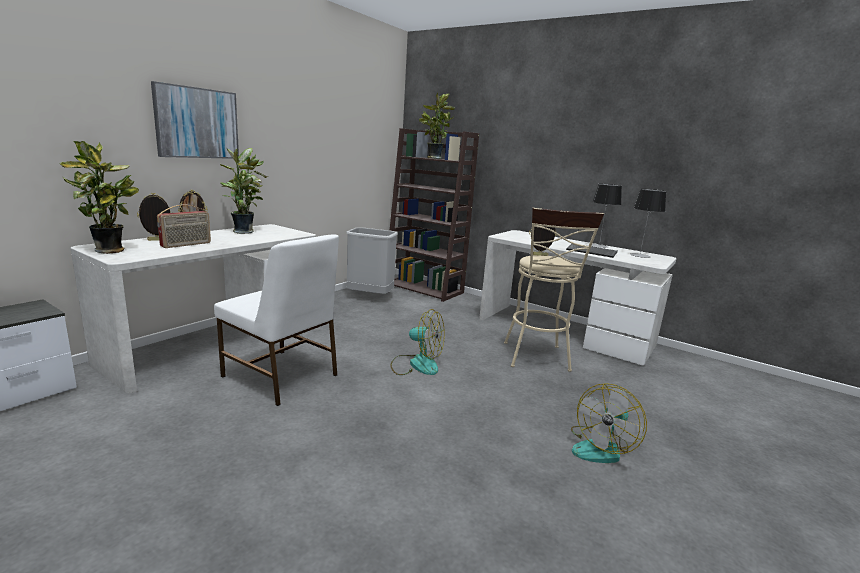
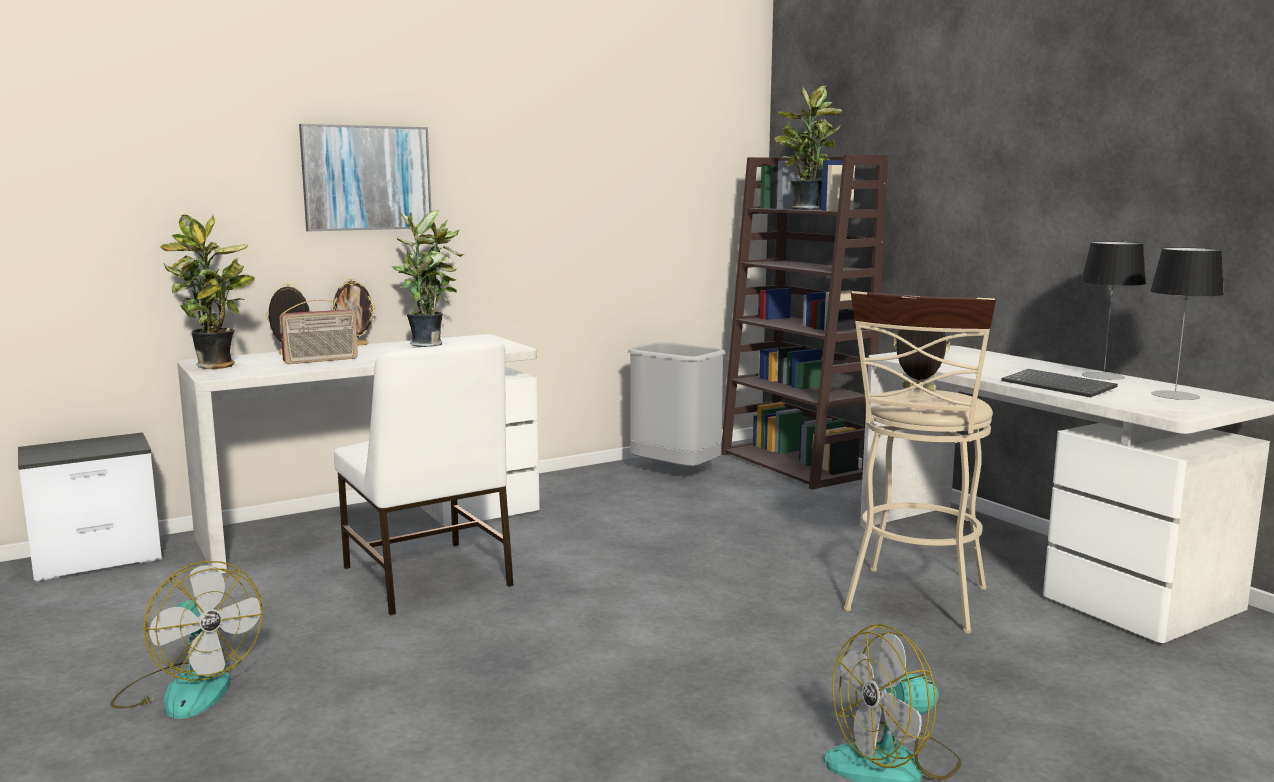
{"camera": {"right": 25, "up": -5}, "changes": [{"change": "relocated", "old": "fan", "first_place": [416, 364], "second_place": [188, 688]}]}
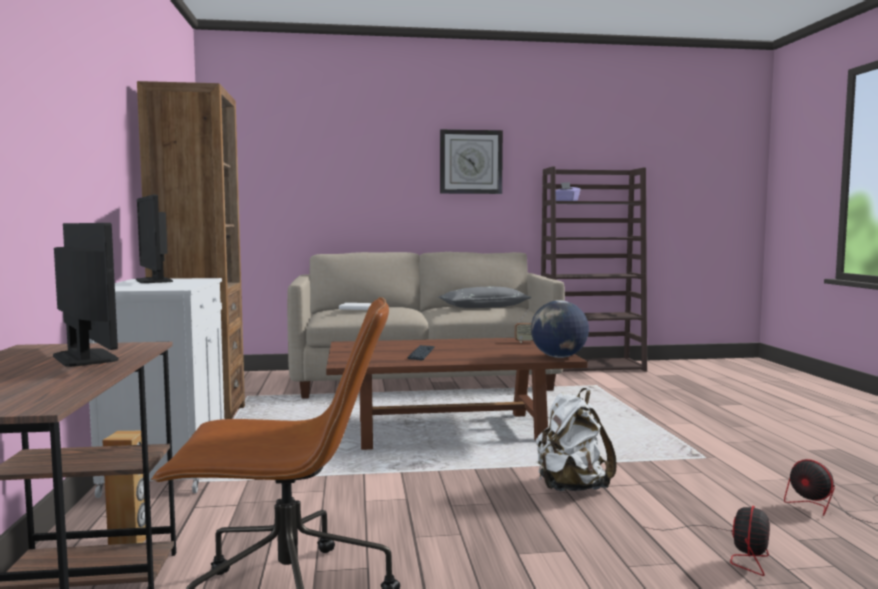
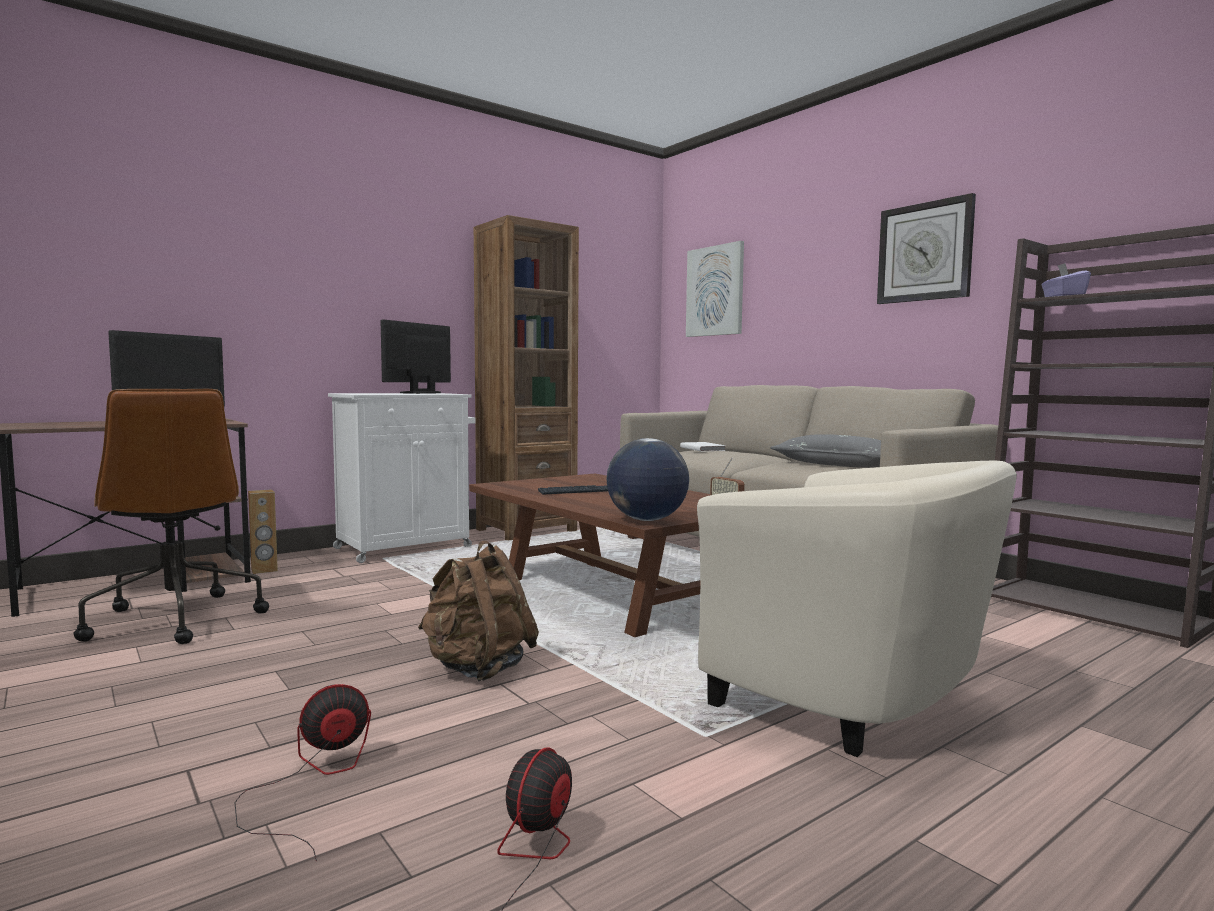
{"camera": {"right": 60, "up": 0}, "changes": [{"change": "spun", "old": "fan", "first_place": [731, 551], "second_place": [314, 779], "degrees": 150}, {"change": "colour", "old": "white backpack", "new": "brown backpack", "first_place": [570, 488], "second_place": [478, 669]}, {"change": "appeared", "new": "picture", "second_place": [715, 291]}, {"change": "appeared", "new": "beige armchair", "second_place": [854, 701]}]}
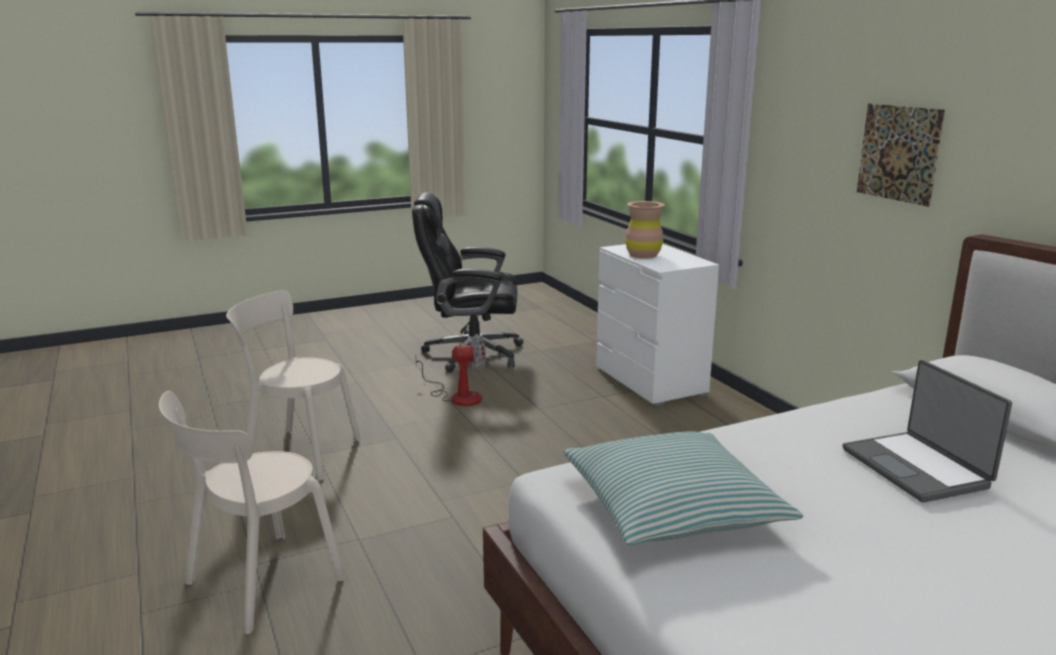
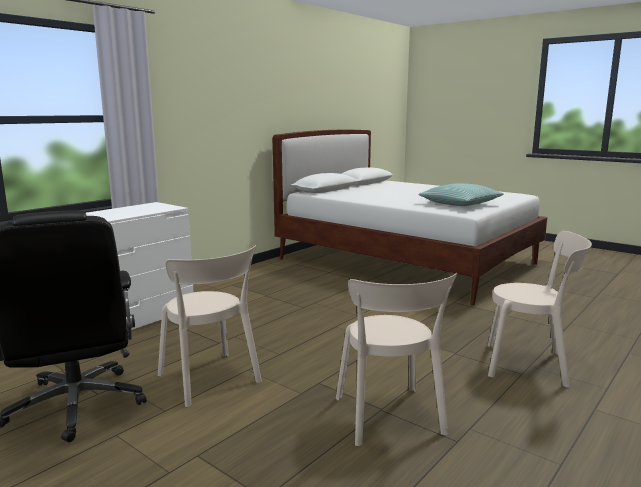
{"camera": {"right": -115, "up": -5}, "changes": [{"change": "exchanged", "old": "fan", "new": "beige chair", "first_place": [458, 396], "second_place": [211, 380]}, {"change": "missing", "old": "brown vase", "first_place": [643, 255]}, {"change": "missing", "old": "laptop", "first_place": [917, 468]}, {"change": "missing", "old": "picture", "first_place": [898, 153]}]}
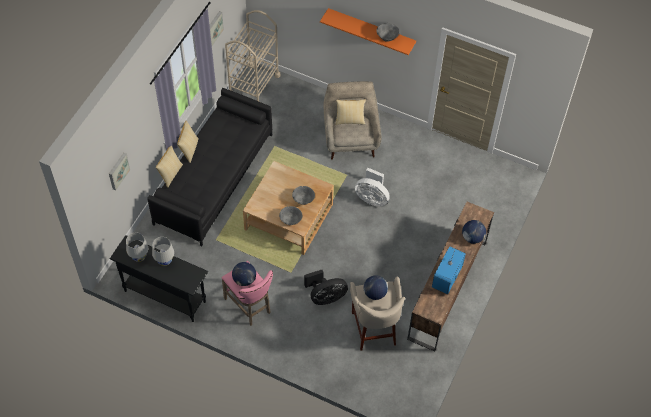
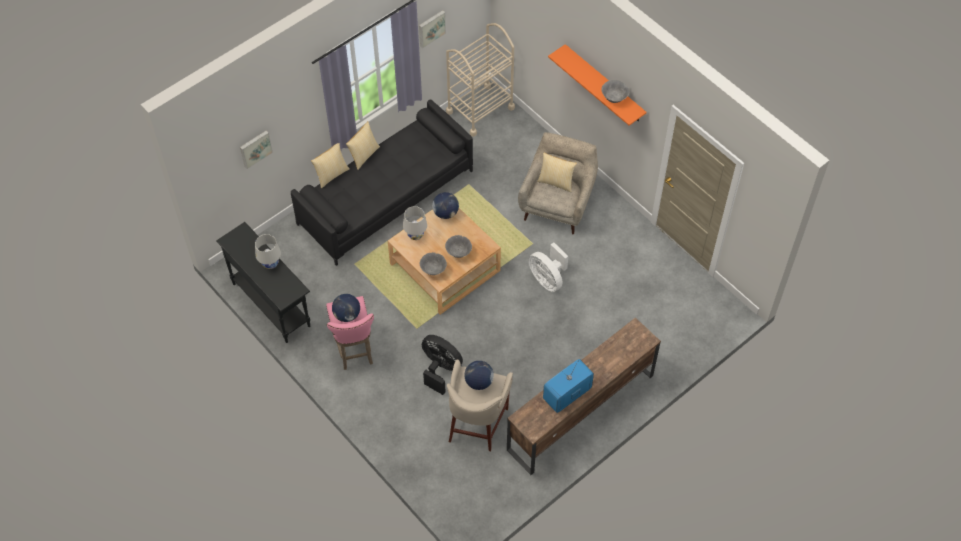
{"camera": {"right": 25, "up": 0}, "changes": [{"change": "relocated", "old": "white table lamp", "first_place": [139, 257], "second_place": [415, 235]}, {"change": "spun", "old": "black fan", "first_place": [325, 297], "second_place": [440, 369], "degrees": -150}, {"change": "relocated", "old": "globe", "first_place": [472, 237], "second_place": [445, 213]}]}
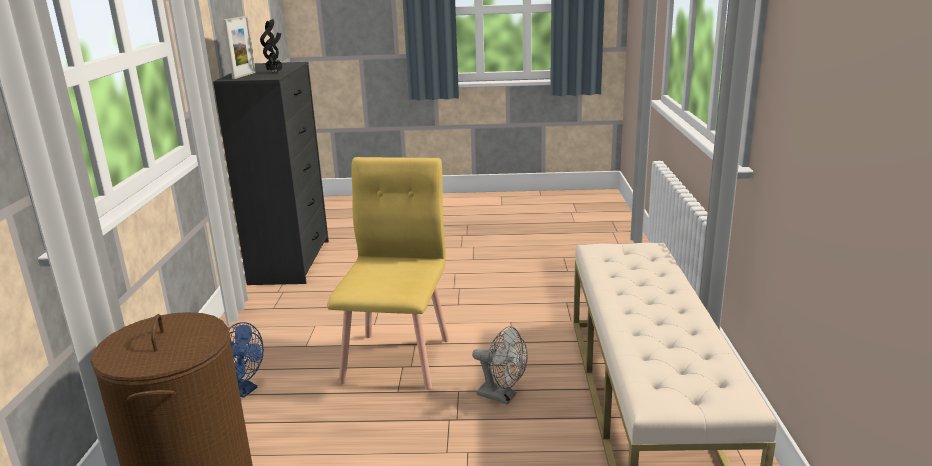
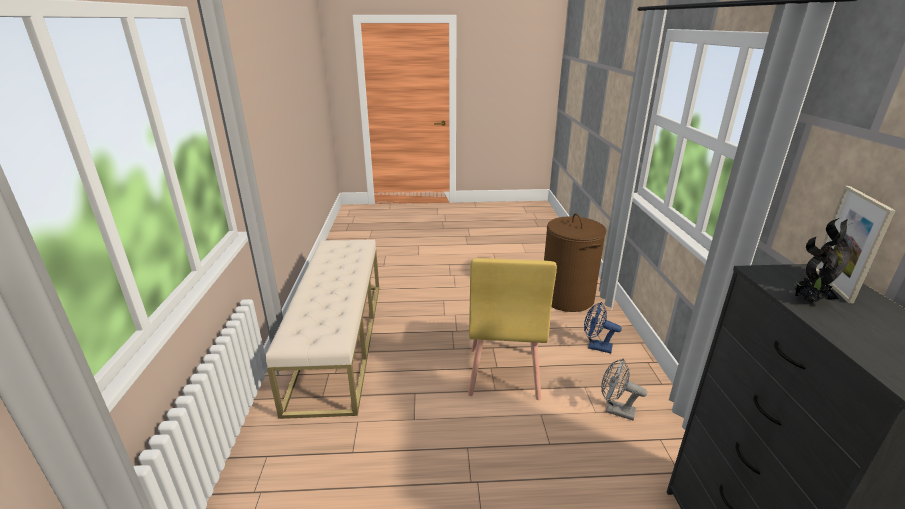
{"camera": {"right": 175, "up": 5}, "changes": [{"change": "relocated", "old": "grey fan", "first_place": [502, 396], "second_place": [615, 410]}]}
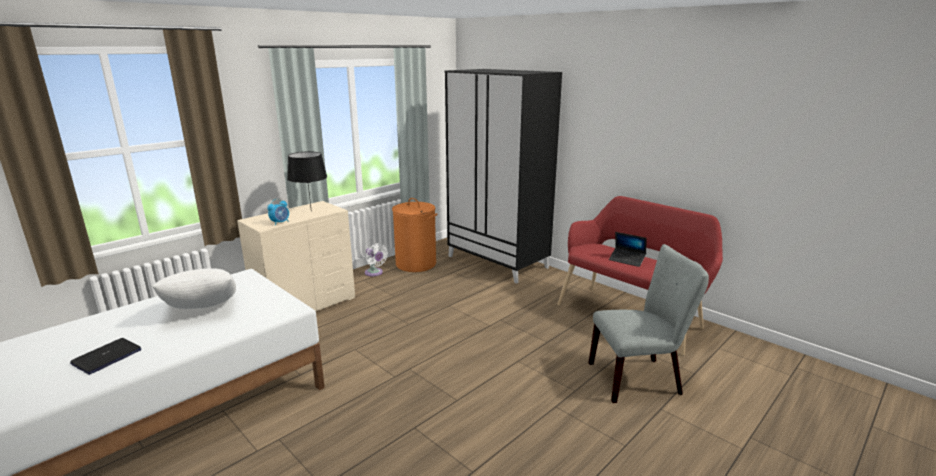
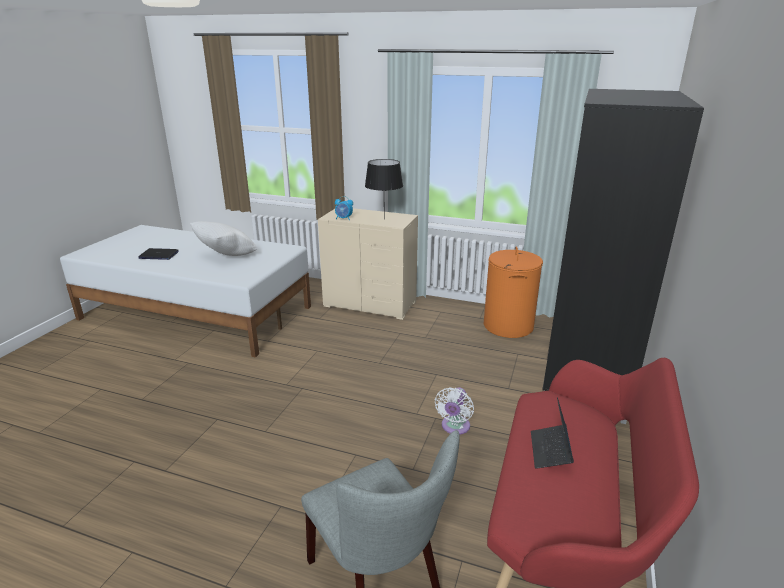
{"camera": {"right": 65, "up": 5}, "changes": [{"change": "relocated", "old": "white fan", "first_place": [375, 273], "second_place": [454, 427]}]}
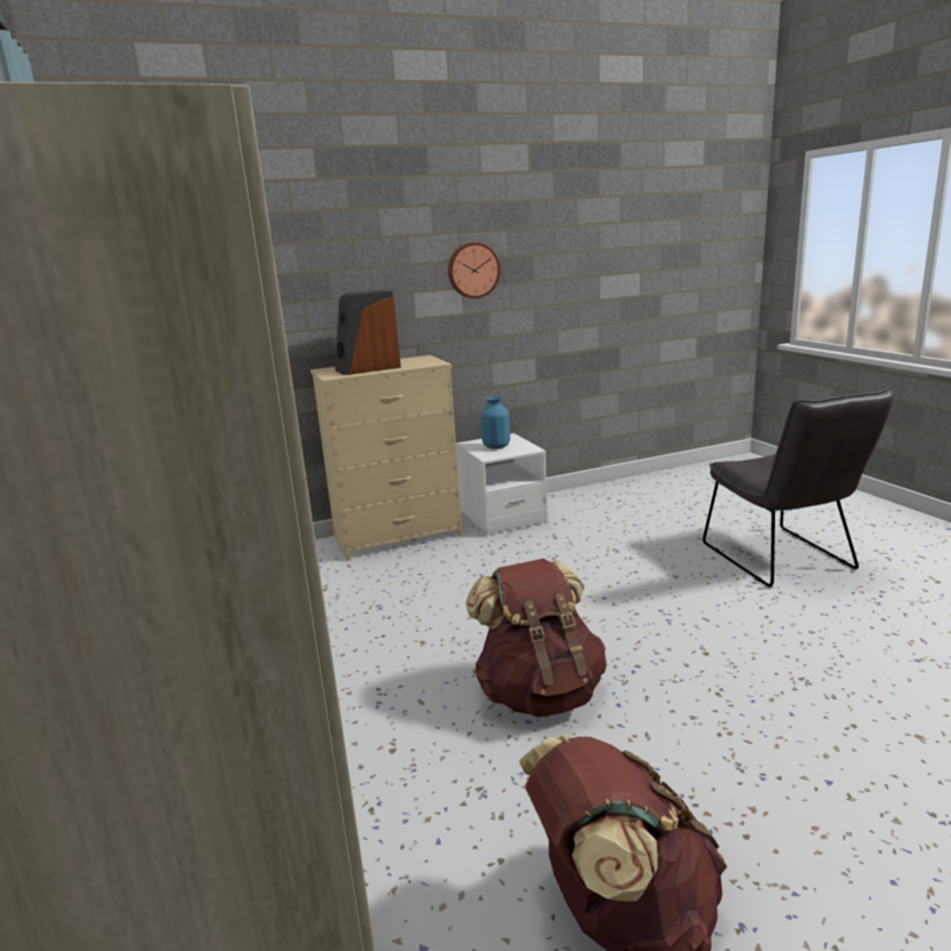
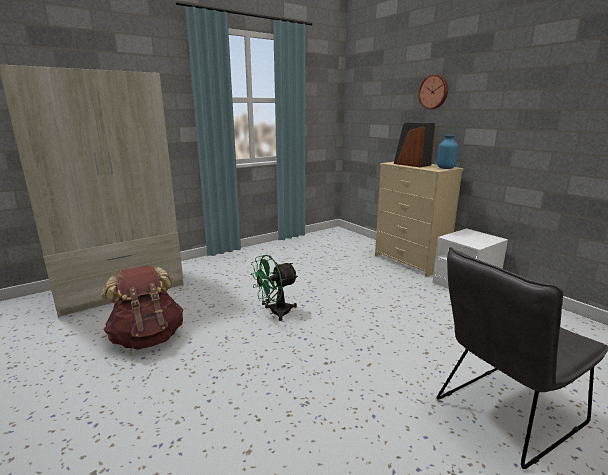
{"camera": {"right": 75, "up": 0}, "changes": [{"change": "exchanged", "old": "brown backpack", "new": "green fan", "first_place": [539, 693], "second_place": [275, 312]}, {"change": "relocated", "old": "wall clock", "first_place": [473, 270], "second_place": [434, 92]}, {"change": "relocated", "old": "blue vase", "first_place": [497, 446], "second_place": [445, 168]}]}
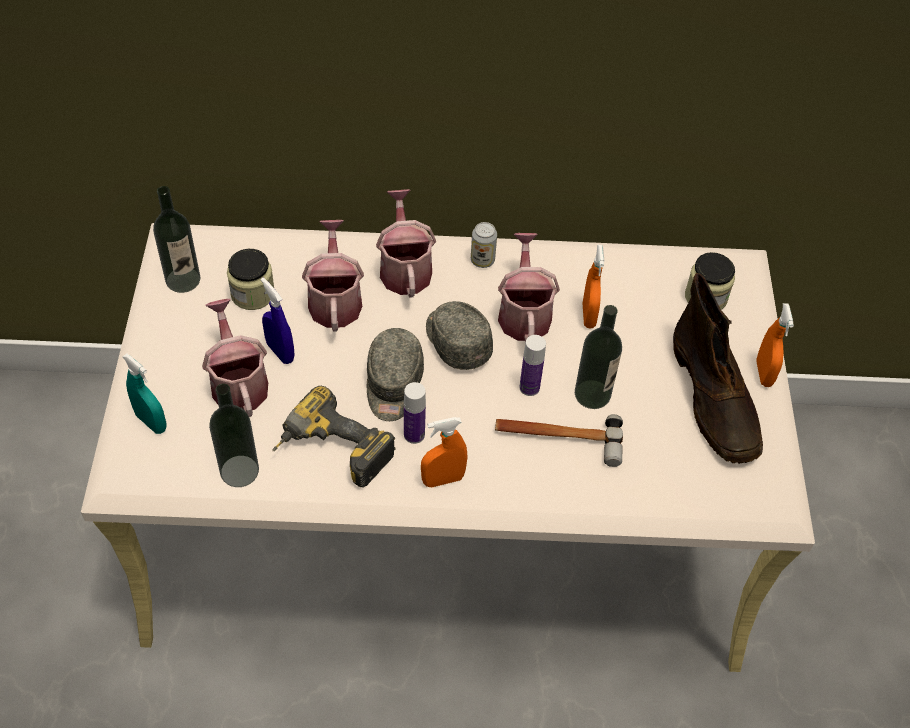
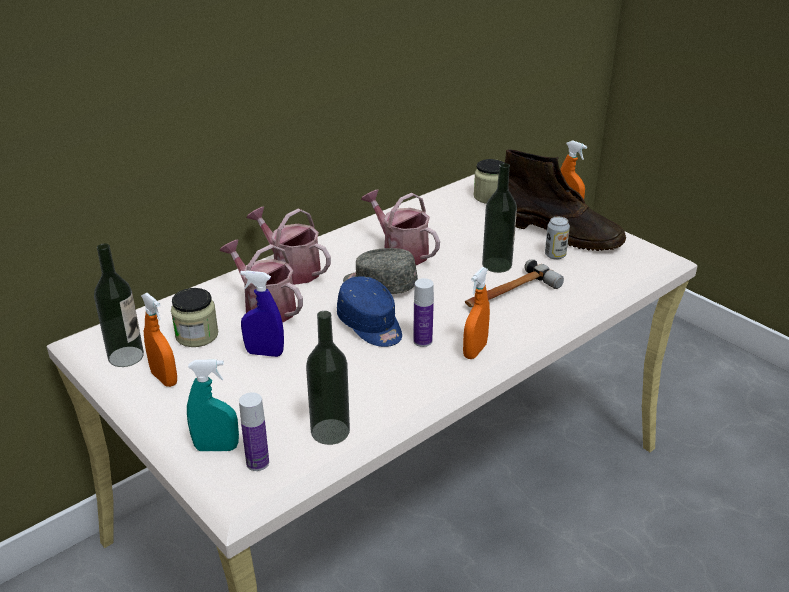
{"camera": {"right": -40, "up": -20}, "changes": [{"change": "relocated", "old": "orange spray bottle", "first_place": [588, 316], "second_place": [164, 379]}, {"change": "relocated", "old": "bottle", "first_place": [529, 387], "second_place": [257, 463]}, {"change": "colour", "old": "grey cap", "new": "blue cap", "first_place": [393, 384], "second_place": [371, 325]}, {"change": "relocated", "old": "can", "first_place": [482, 260], "second_place": [555, 255]}, {"change": "missing", "old": "watering can", "first_place": [238, 382]}, {"change": "missing", "old": "power drill", "first_place": [331, 453]}]}
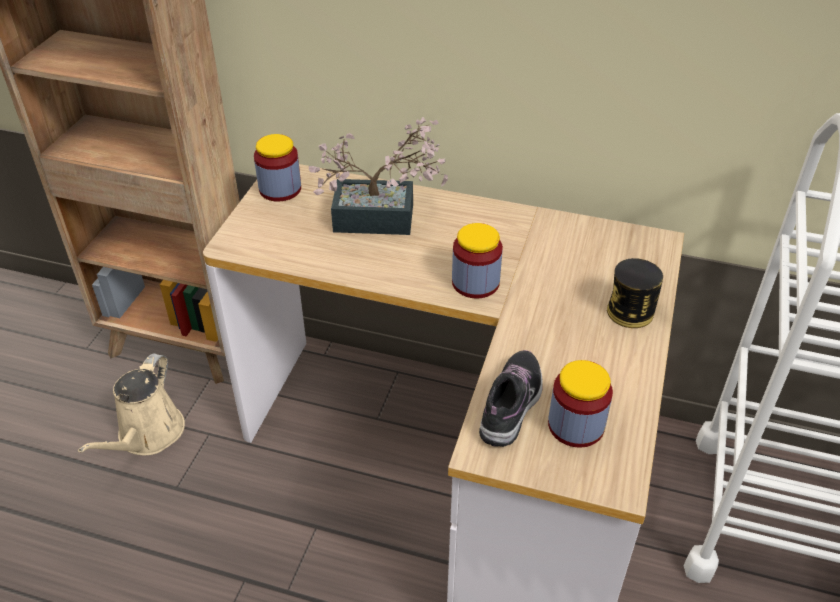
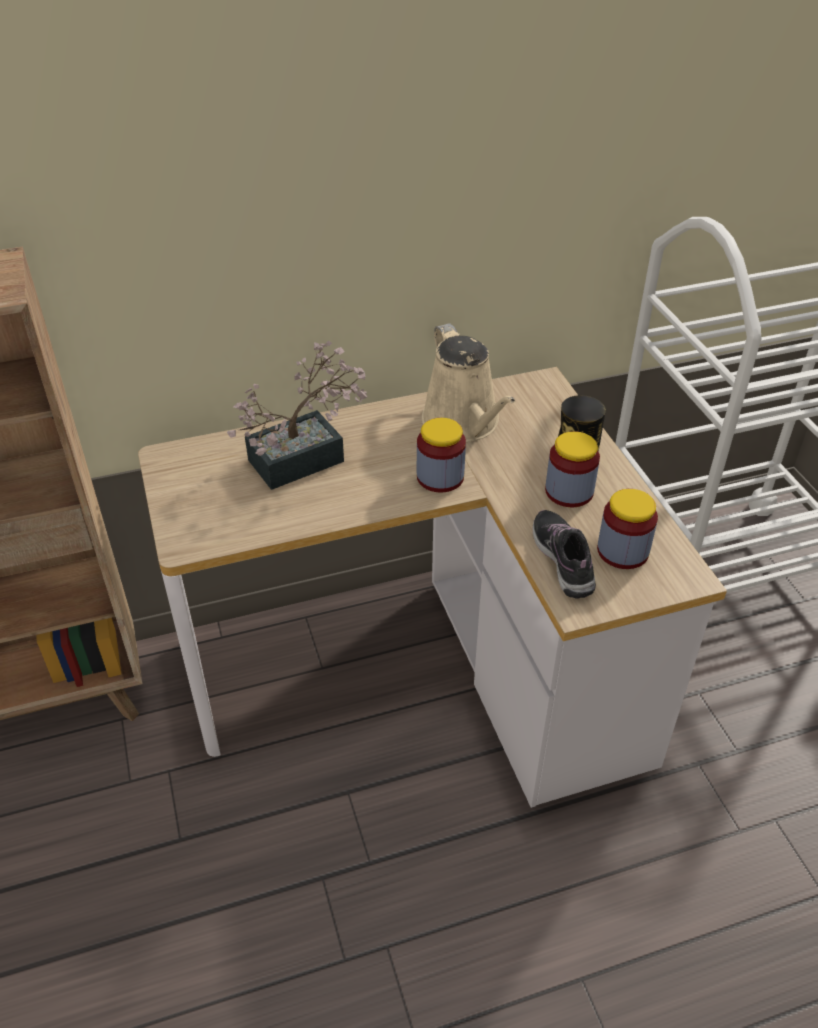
{"camera": {"right": -35, "up": 0}, "changes": [{"change": "relocated", "old": "beige watering can", "first_place": [147, 435], "second_place": [464, 423]}, {"change": "relocated", "old": "jar", "first_place": [280, 189], "second_place": [569, 491]}]}
